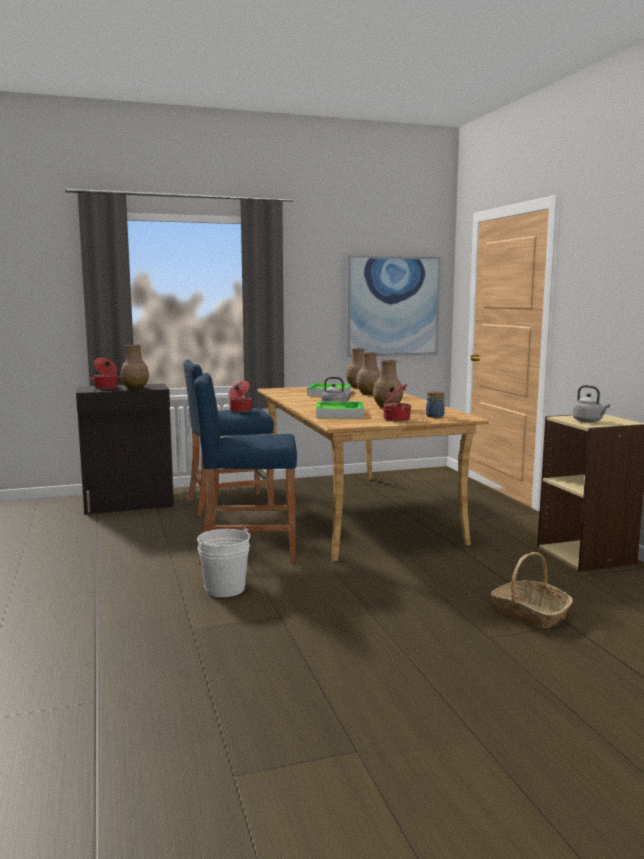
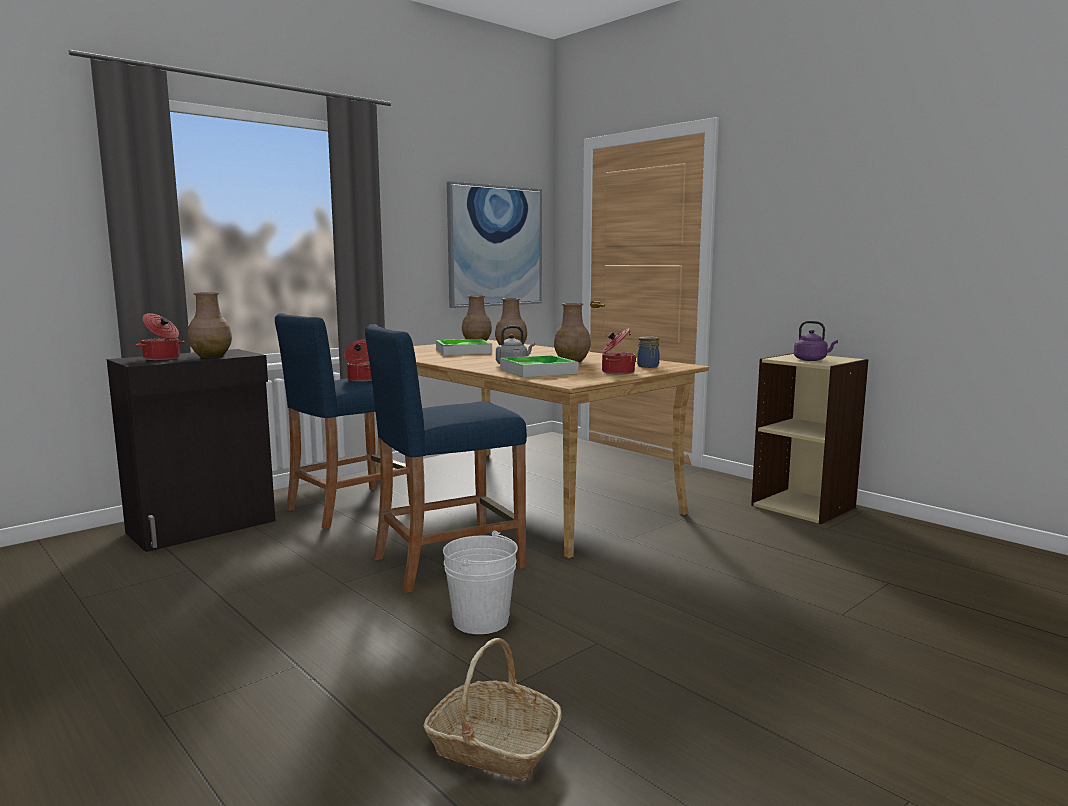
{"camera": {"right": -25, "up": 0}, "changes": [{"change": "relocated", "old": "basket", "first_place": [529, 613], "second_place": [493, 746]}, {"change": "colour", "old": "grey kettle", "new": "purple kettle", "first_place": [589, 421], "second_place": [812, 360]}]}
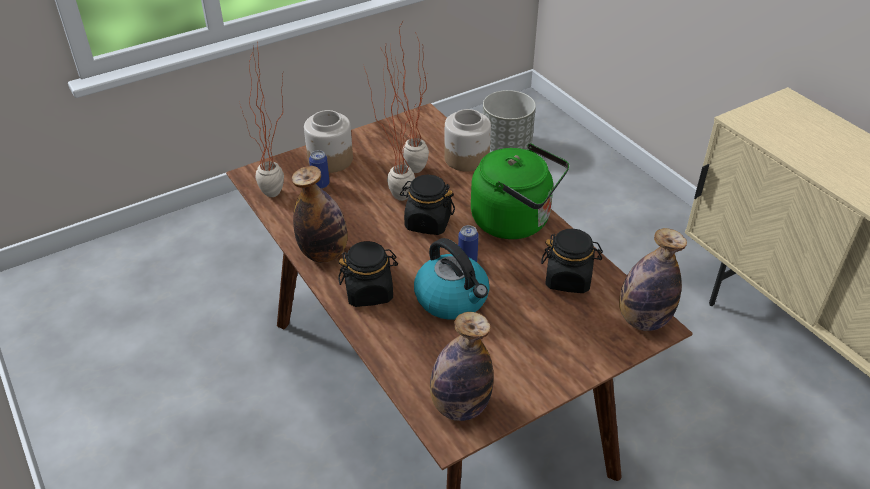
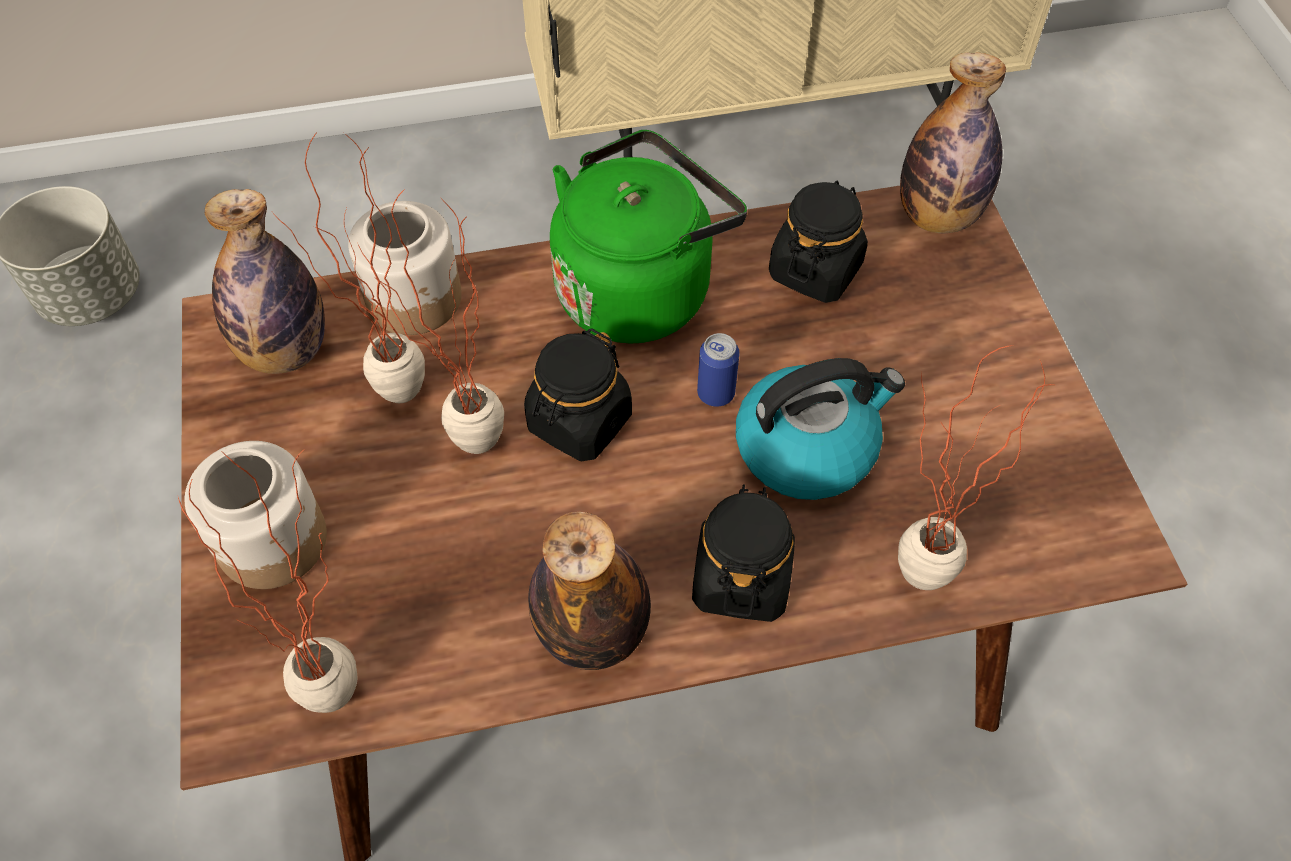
{"camera": {"right": -70, "up": 15}, "changes": [{"change": "relocated", "old": "bottle", "first_place": [459, 406], "second_place": [285, 351]}, {"change": "appeared", "new": "potted plant", "second_place": [902, 579]}, {"change": "missing", "old": "can", "first_place": [320, 184]}]}
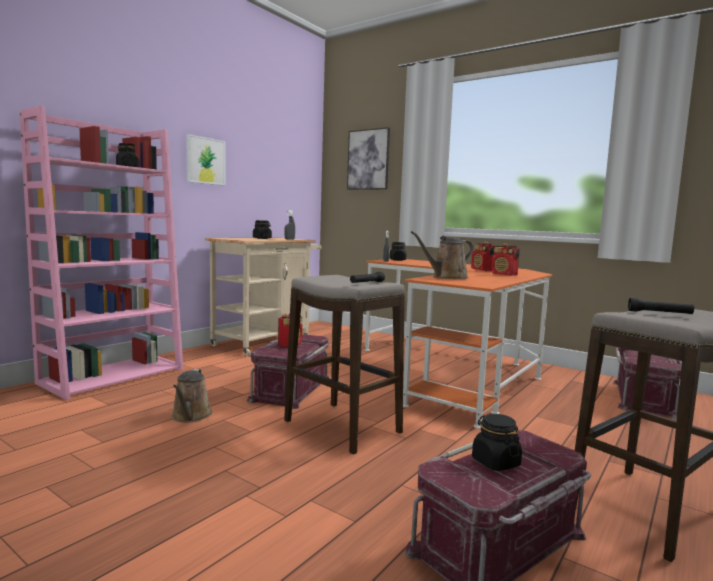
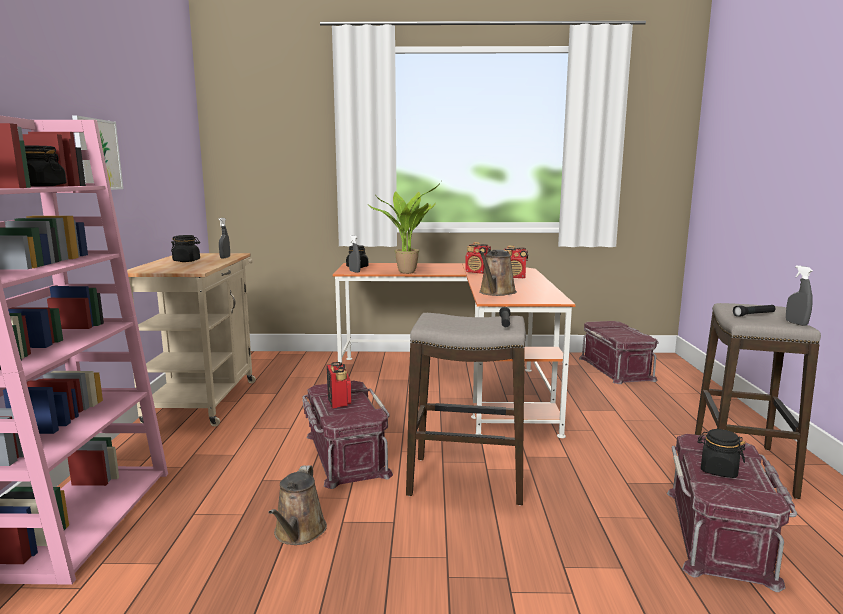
{"camera": {"right": -35, "up": 5}, "changes": [{"change": "spun", "old": "brown watering can", "first_place": [190, 416], "second_place": [298, 533], "degrees": 45}, {"change": "appeared", "new": "potted plant", "second_place": [408, 272]}, {"change": "appeared", "new": "grey spray bottle", "second_place": [796, 323]}, {"change": "missing", "old": "picture", "first_place": [368, 159]}]}
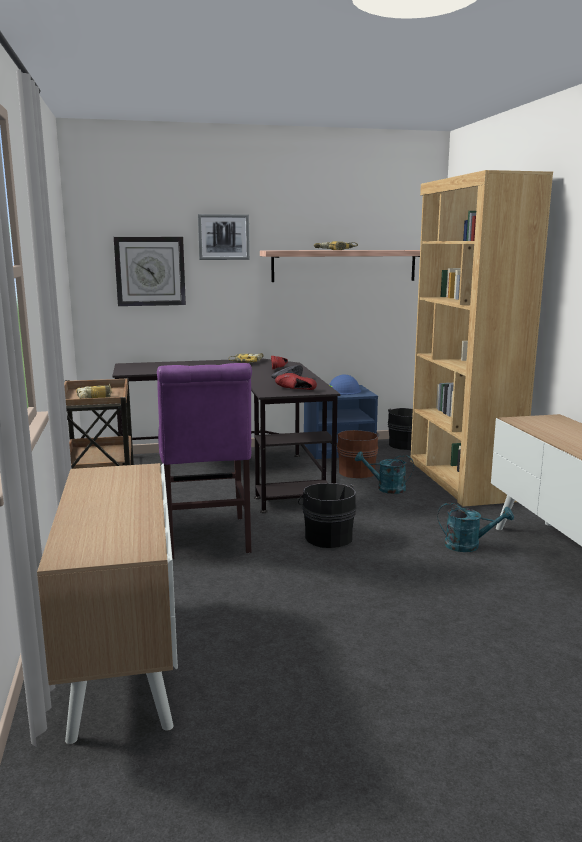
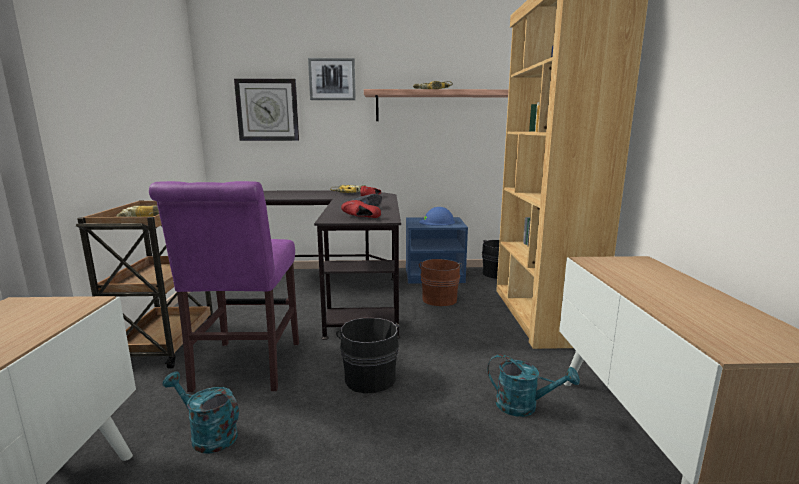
{"camera": {"right": 10, "up": 0}, "changes": [{"change": "relocated", "old": "turquoise watering can", "first_place": [386, 488], "second_place": [208, 435]}]}
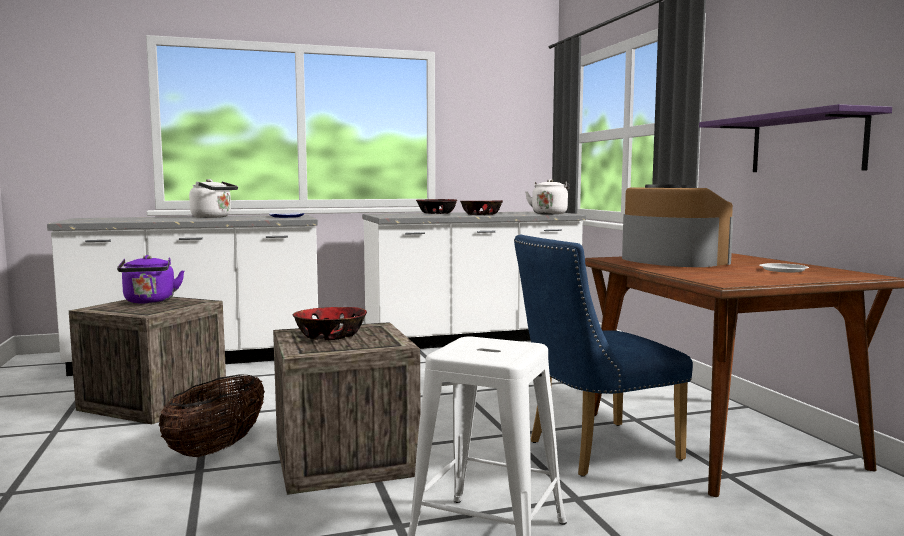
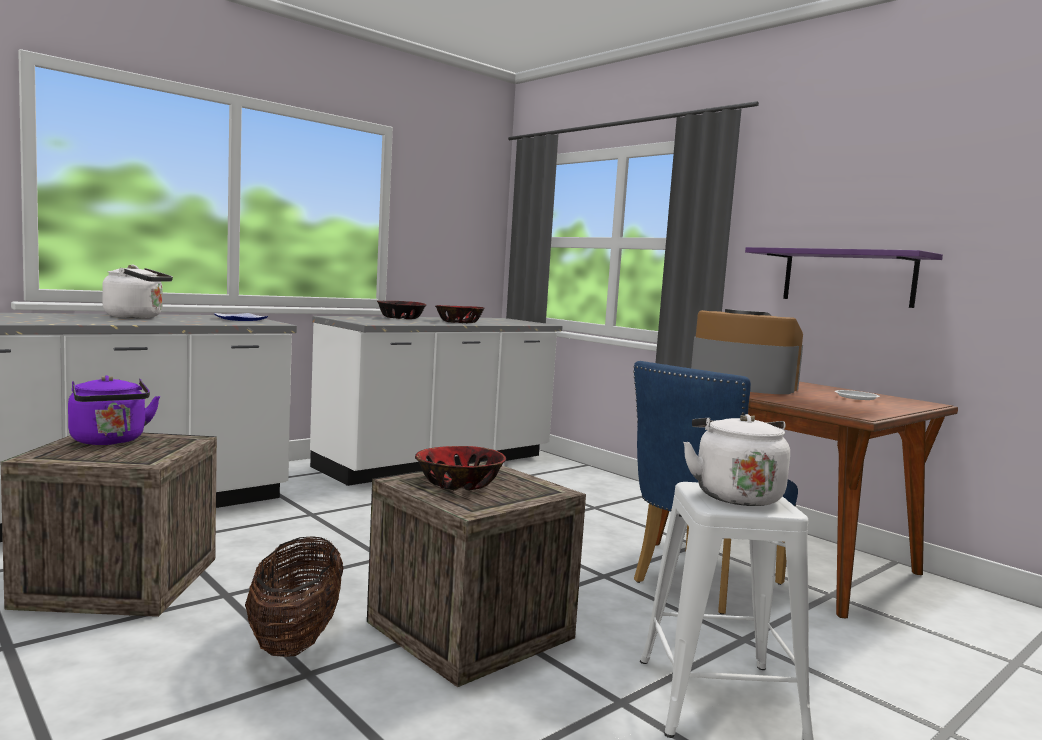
{"camera": {"right": -25, "up": 0}, "changes": [{"change": "relocated", "old": "white kettle", "first_place": [549, 213], "second_place": [735, 495]}]}
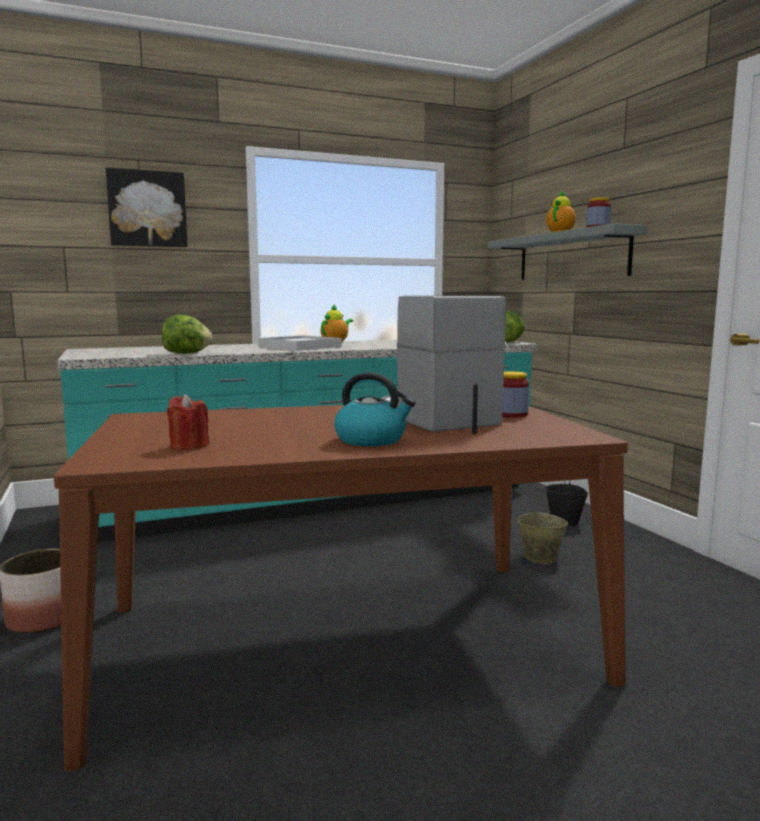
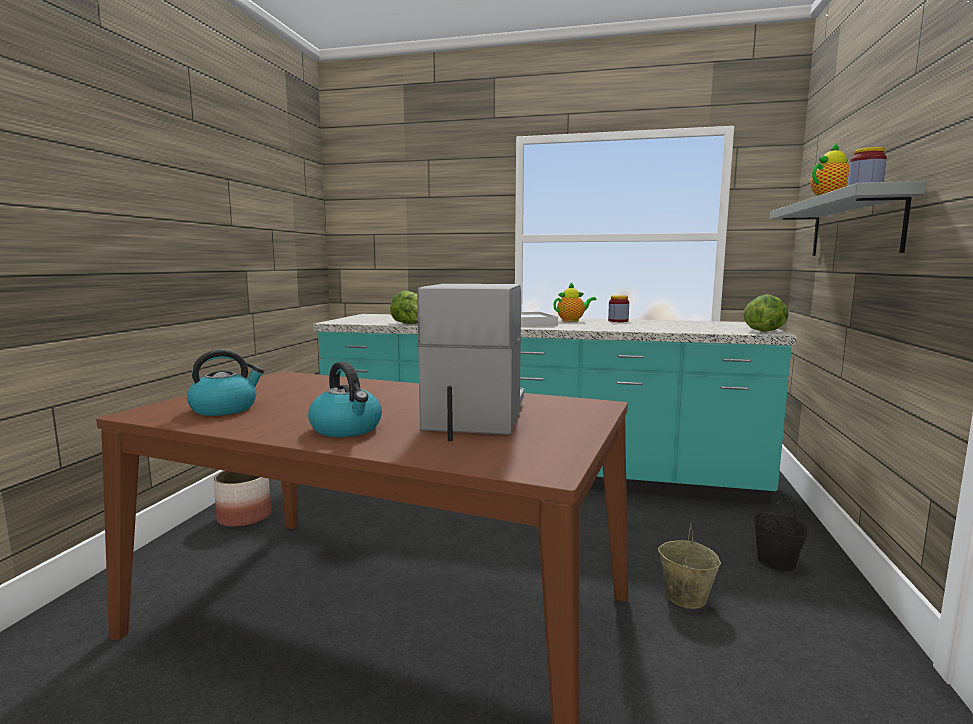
{"camera": {"right": 35, "up": 0}, "changes": [{"change": "exchanged", "old": "red candle", "new": "kettle", "first_place": [189, 446], "second_place": [225, 409]}, {"change": "relocated", "old": "jar", "first_place": [511, 414], "second_place": [618, 321]}, {"change": "missing", "old": "picture", "first_place": [147, 209]}]}
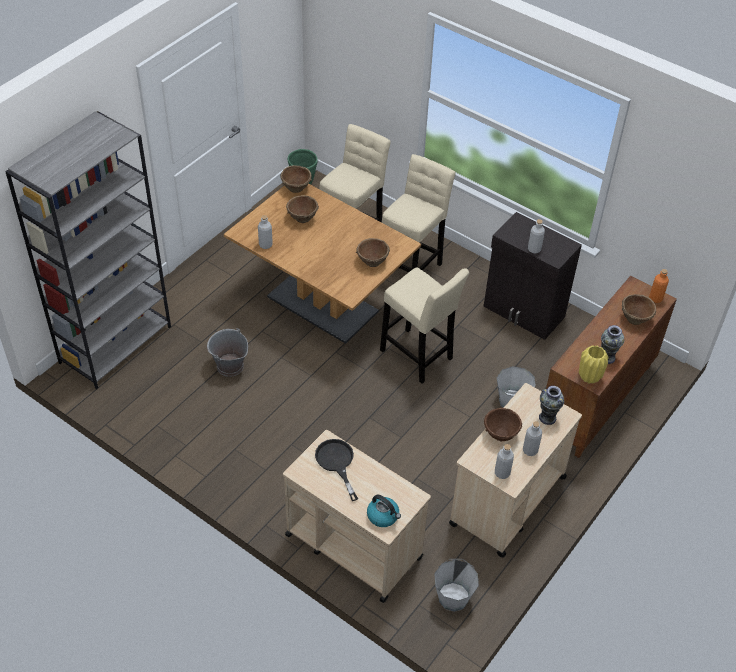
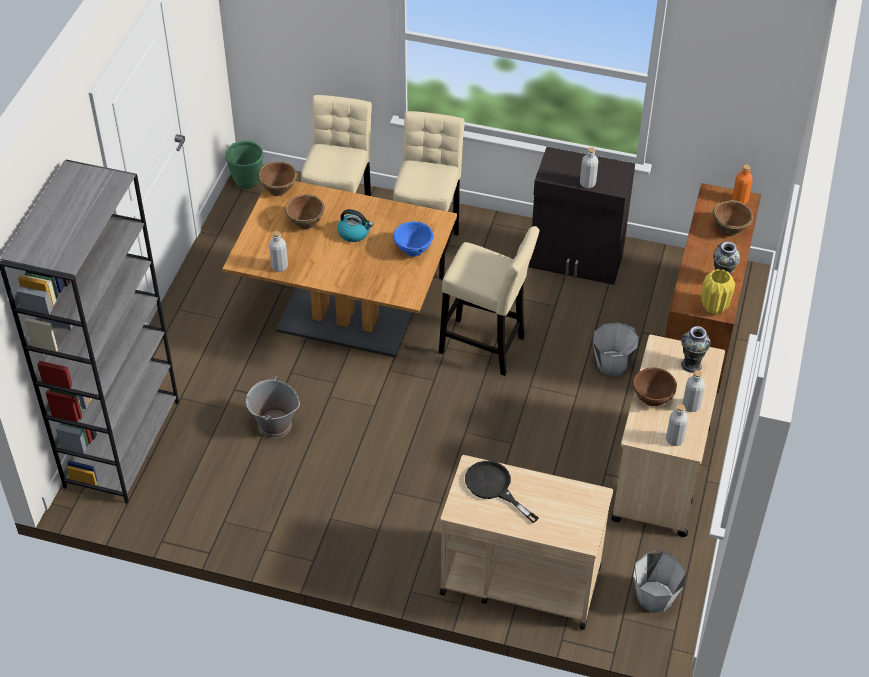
{"camera": {"right": -20, "up": 0}, "changes": [{"change": "relocated", "old": "kettle", "first_place": [383, 516], "second_place": [354, 233]}, {"change": "colour", "old": "brown bowl", "new": "blue bowl", "first_place": [372, 262], "second_place": [413, 250]}]}
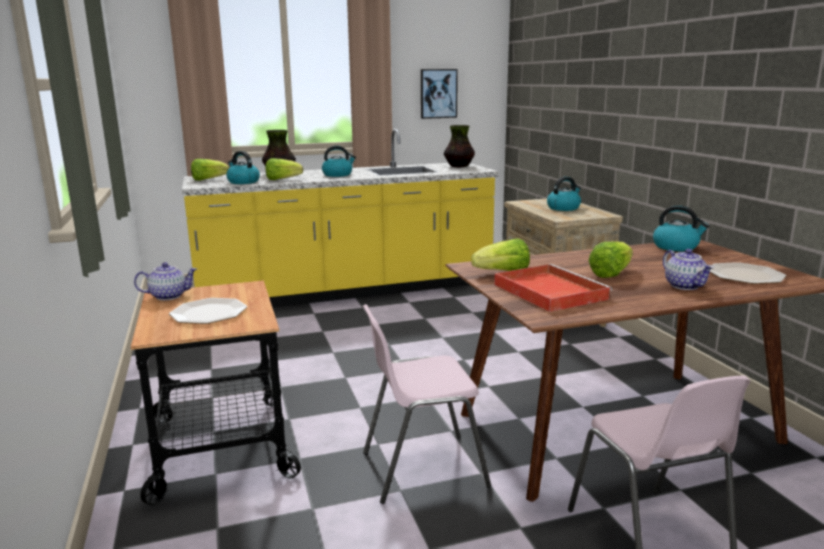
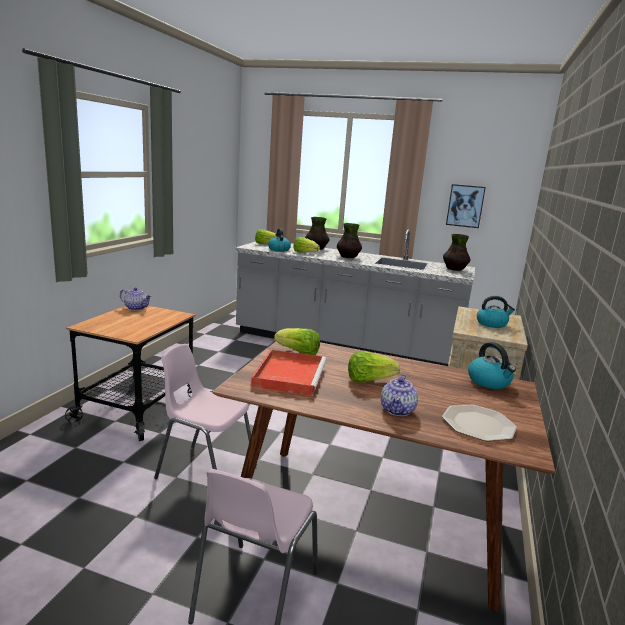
{"camera": {"right": 35, "up": 0}, "changes": [{"change": "colour", "old": "yellow counter", "new": "grey counter", "first_place": [347, 291], "second_place": [345, 345]}, {"change": "exchanged", "old": "kettle", "new": "vase", "first_place": [338, 175], "second_place": [348, 257]}, {"change": "missing", "old": "plate", "first_place": [208, 312]}]}
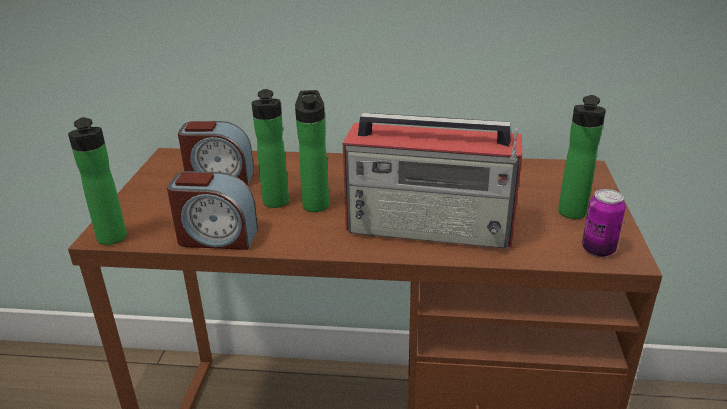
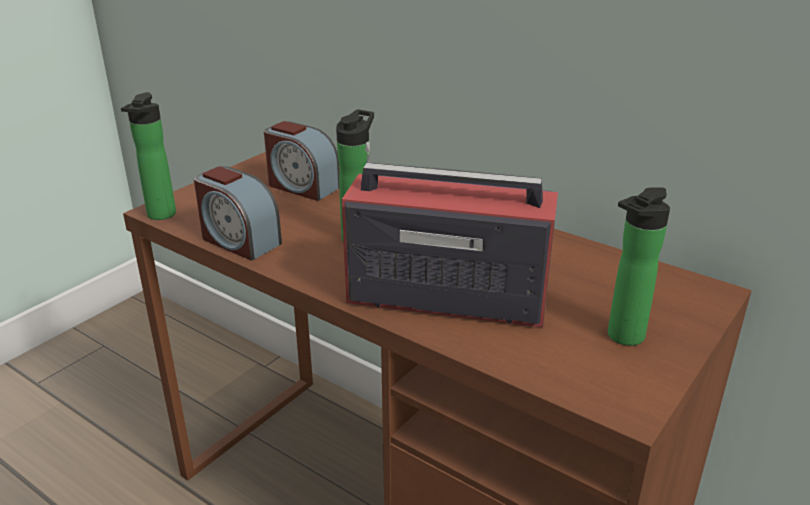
{"camera": {"right": 30, "up": 0}, "changes": [{"change": "spun", "old": "radio", "first_place": [432, 227], "second_place": [444, 297], "degrees": 150}, {"change": "missing", "old": "bottle", "first_place": [276, 204]}, {"change": "missing", "old": "can", "first_place": [598, 250]}]}
